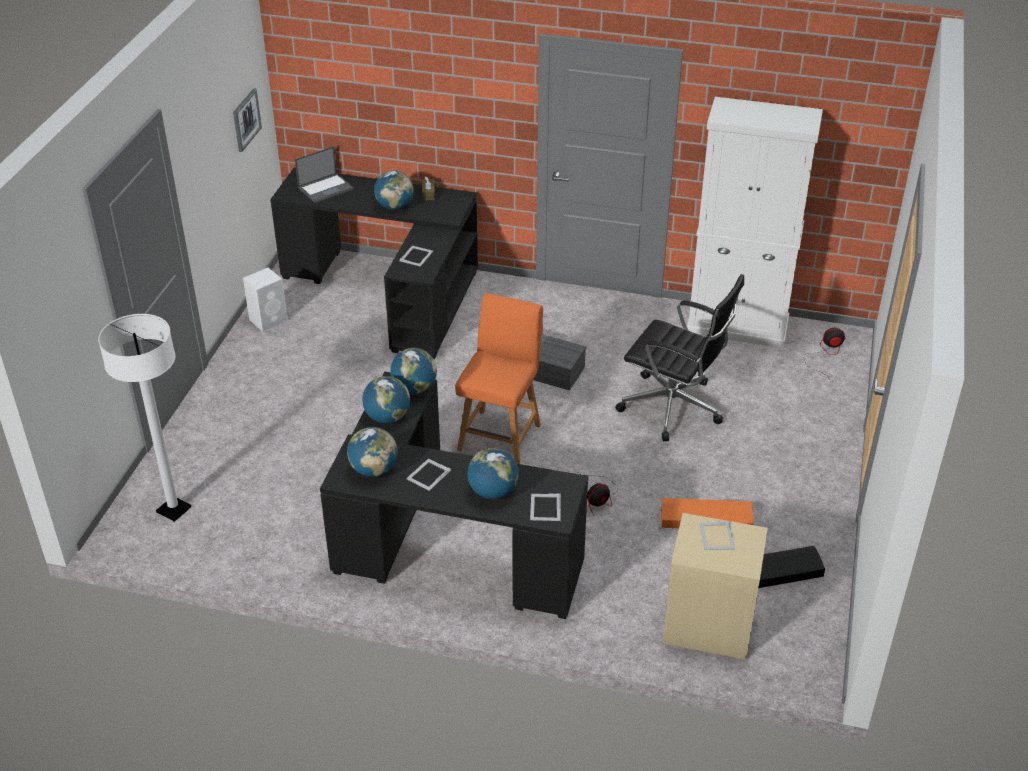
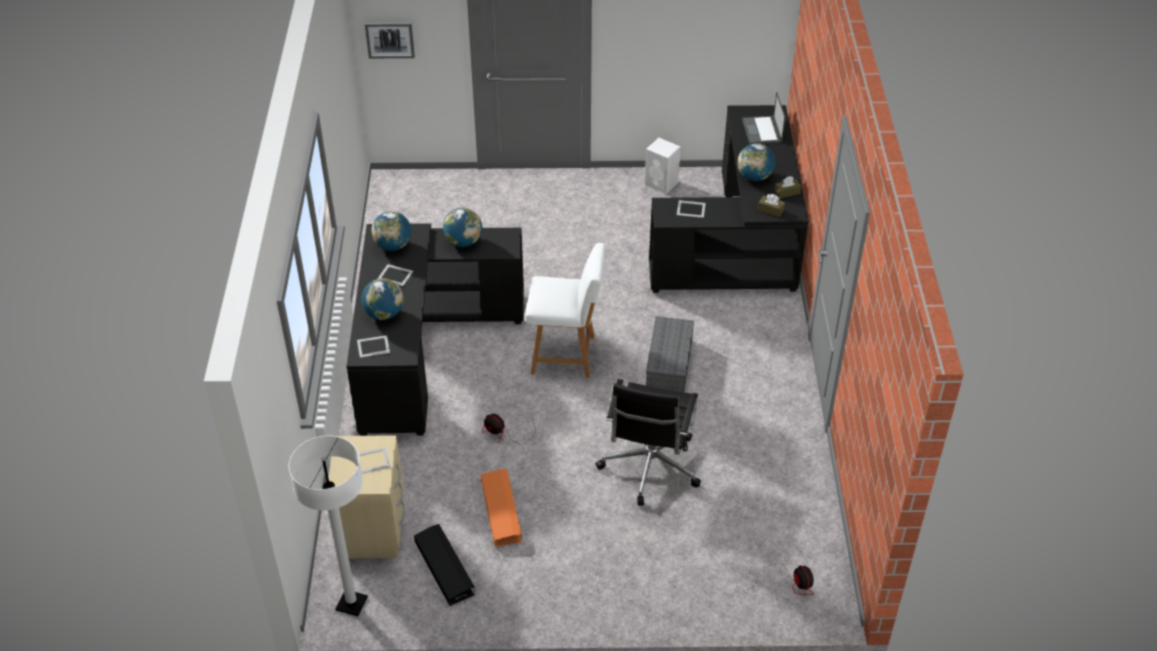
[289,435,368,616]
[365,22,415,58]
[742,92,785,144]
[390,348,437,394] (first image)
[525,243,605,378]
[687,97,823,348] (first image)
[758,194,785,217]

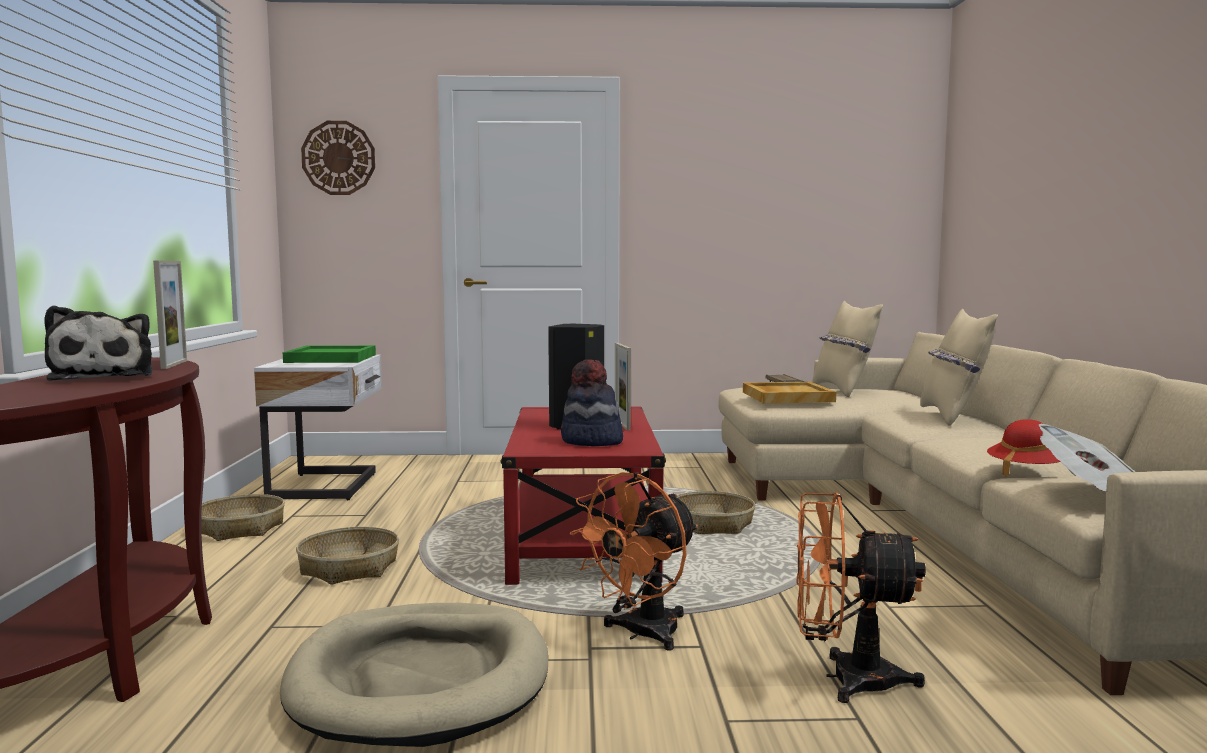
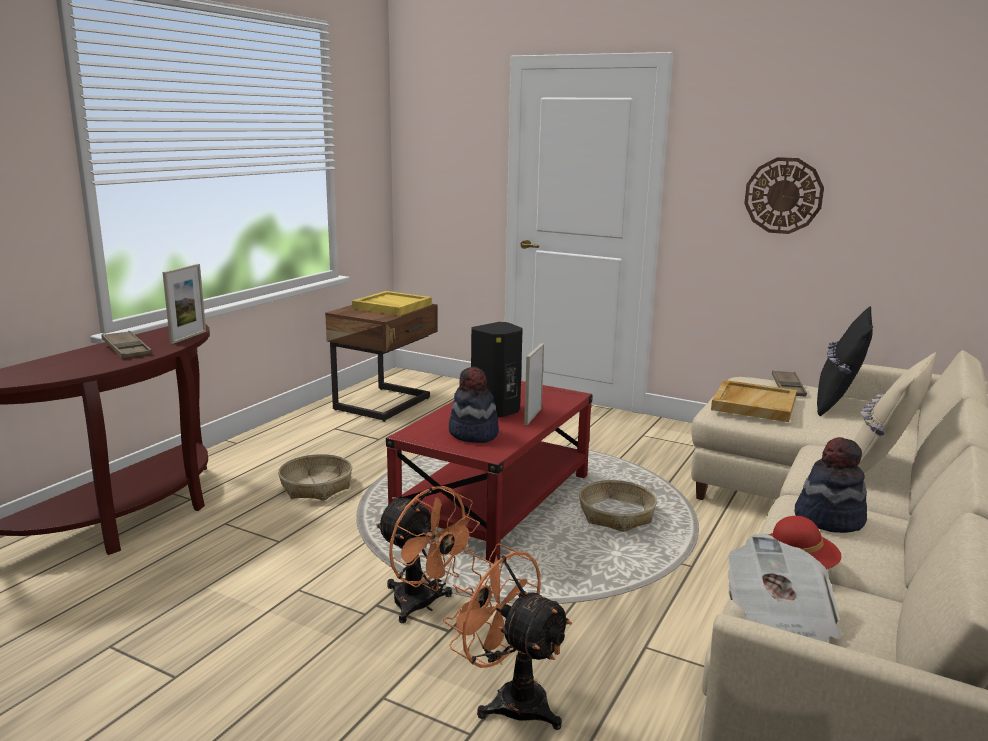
[101,331,152,359]
[201,494,285,541] (first image)
[325,304,437,422]
[280,603,548,747] (first image)
[352,291,432,316]
[744,157,824,234]
[376,486,480,623]
[817,306,873,416]
[795,437,867,533]

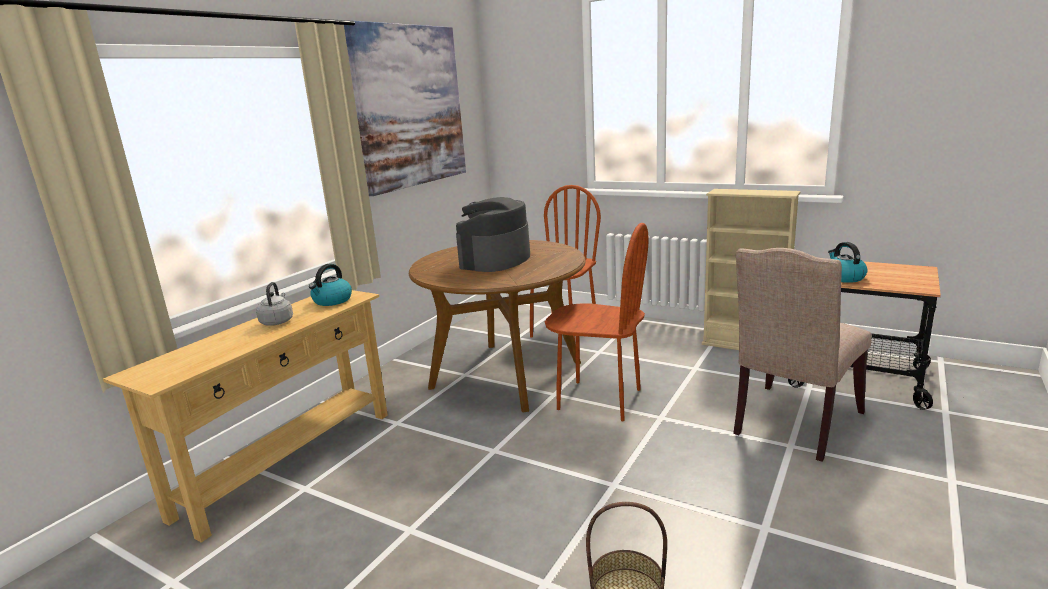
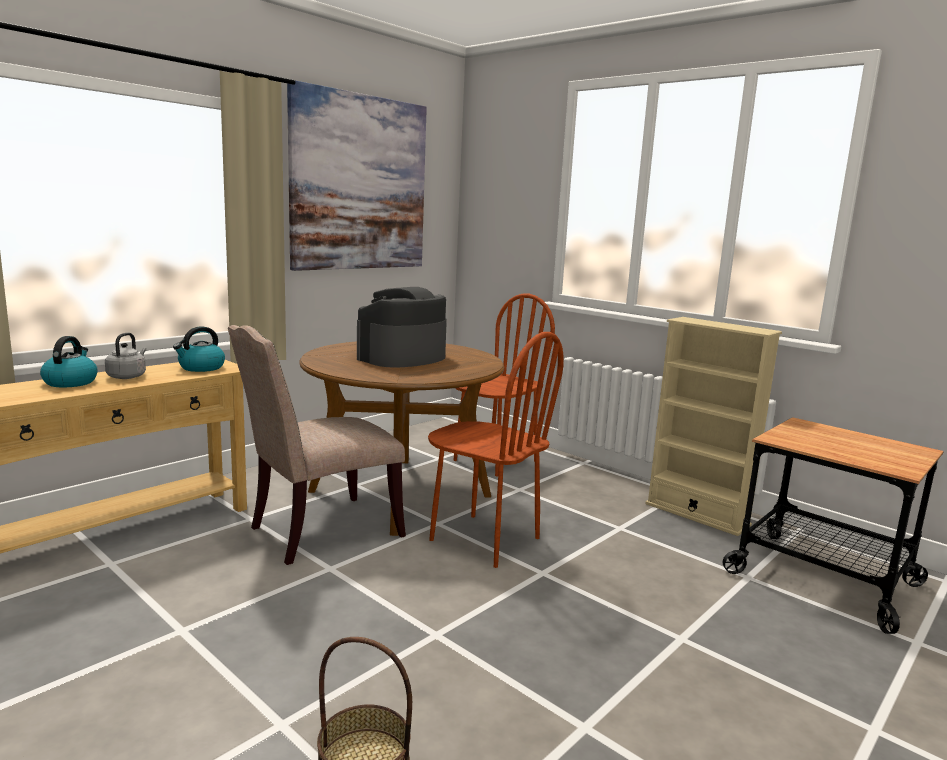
[228,325,406,565]
[40,336,98,387]

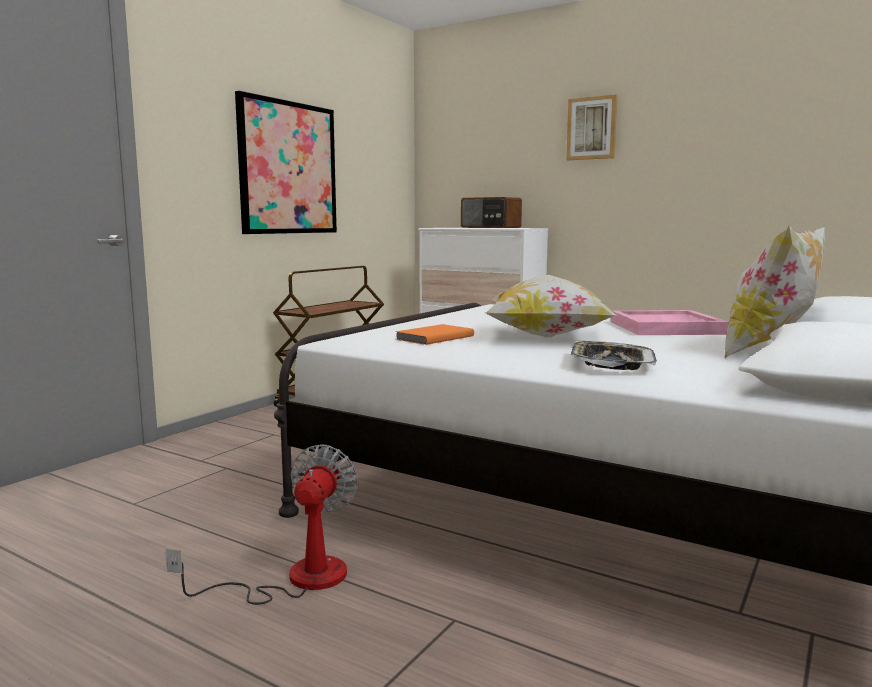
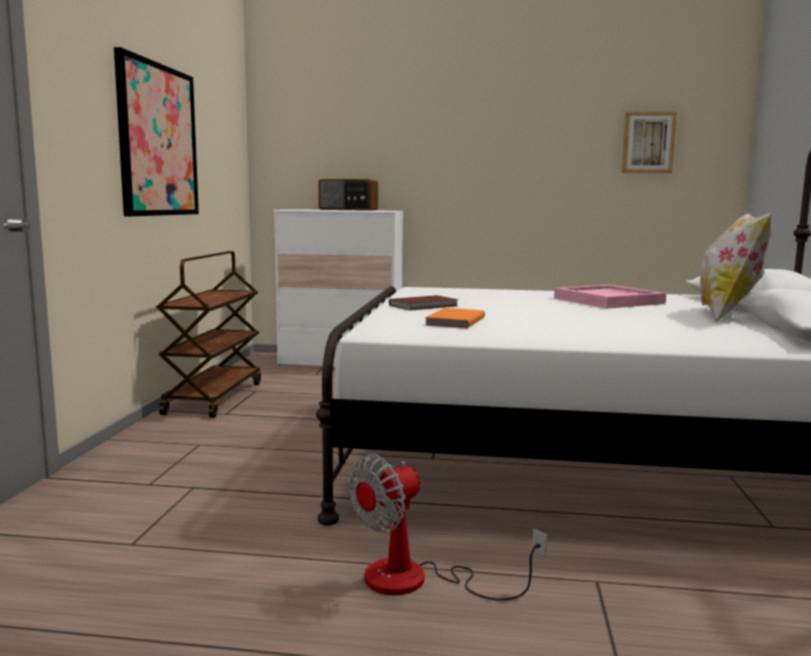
[348,454,547,601]
[485,275,616,337] (first image)
[622,112,677,173]
[571,341,657,370] (first image)
[389,295,459,311]

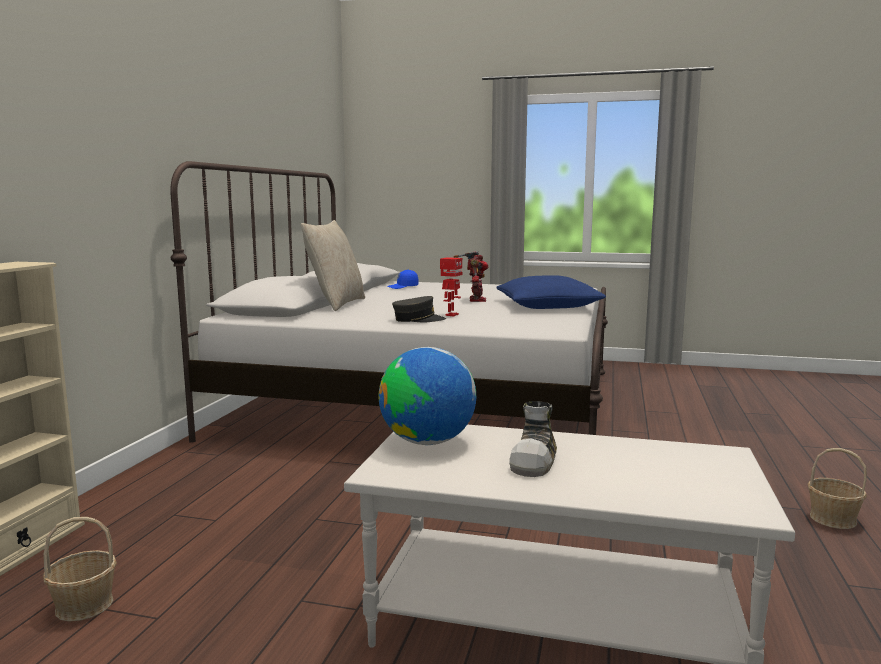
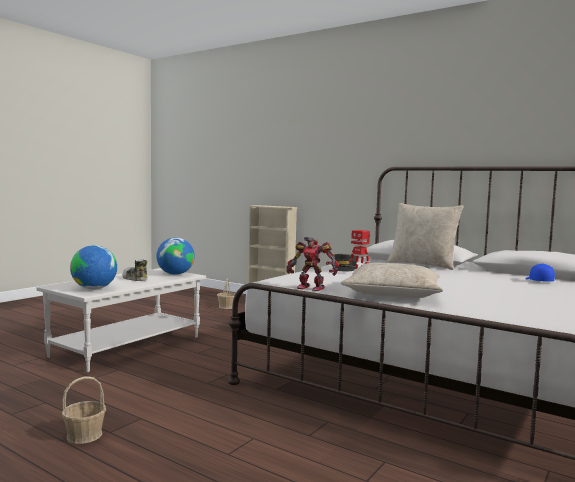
[287,237,339,291]
[341,263,443,298]
[70,245,117,290]

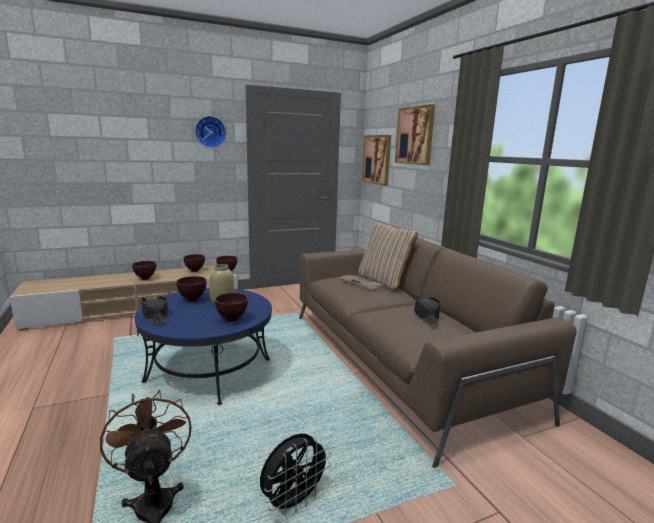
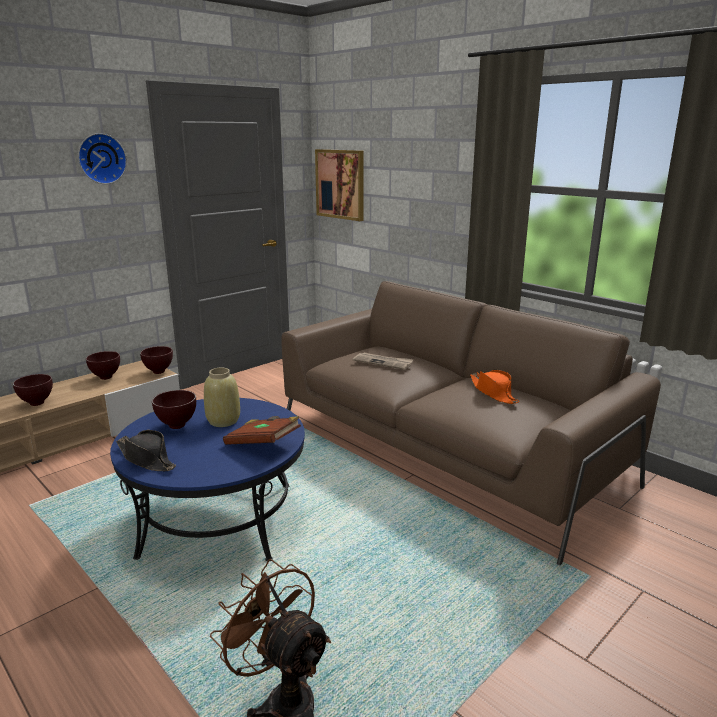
[223,416,301,445]
[260,433,331,516] (first image)
[358,221,418,291] (first image)
[395,104,435,165] (first image)
[470,370,520,404]

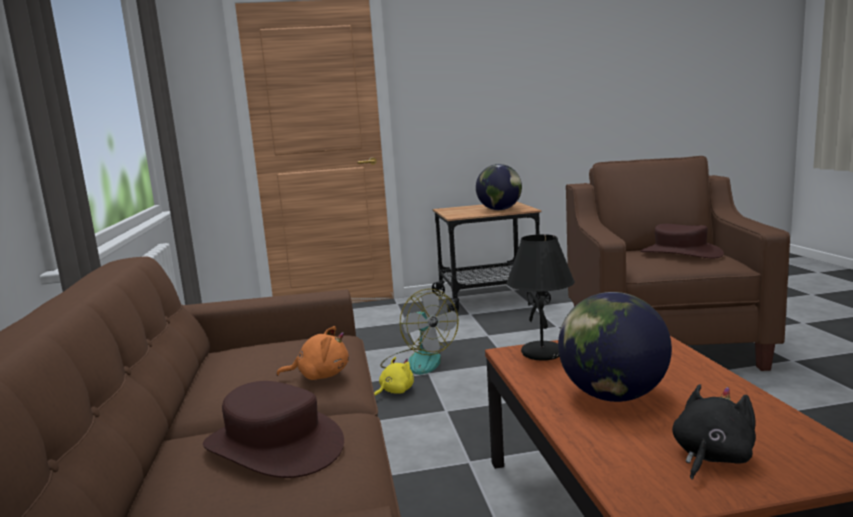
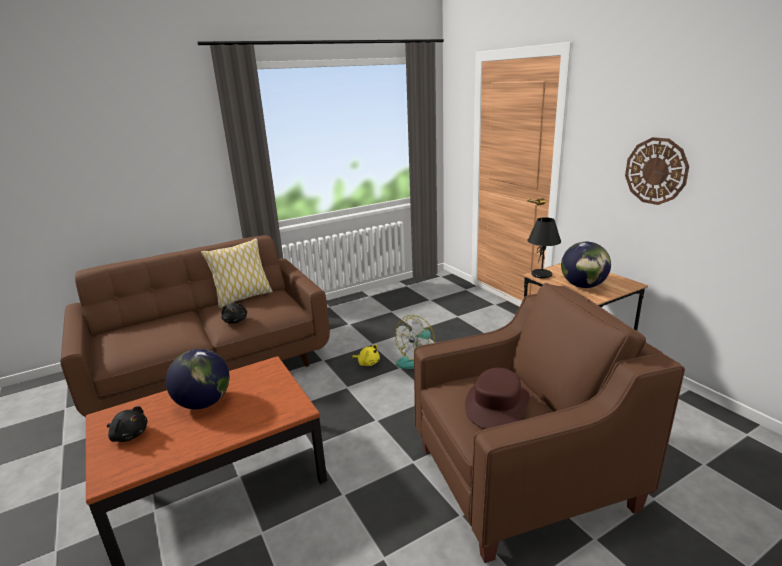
[203,381,344,478] (first image)
[221,303,247,324]
[527,217,561,278]
[201,238,273,308]
[625,137,689,205]

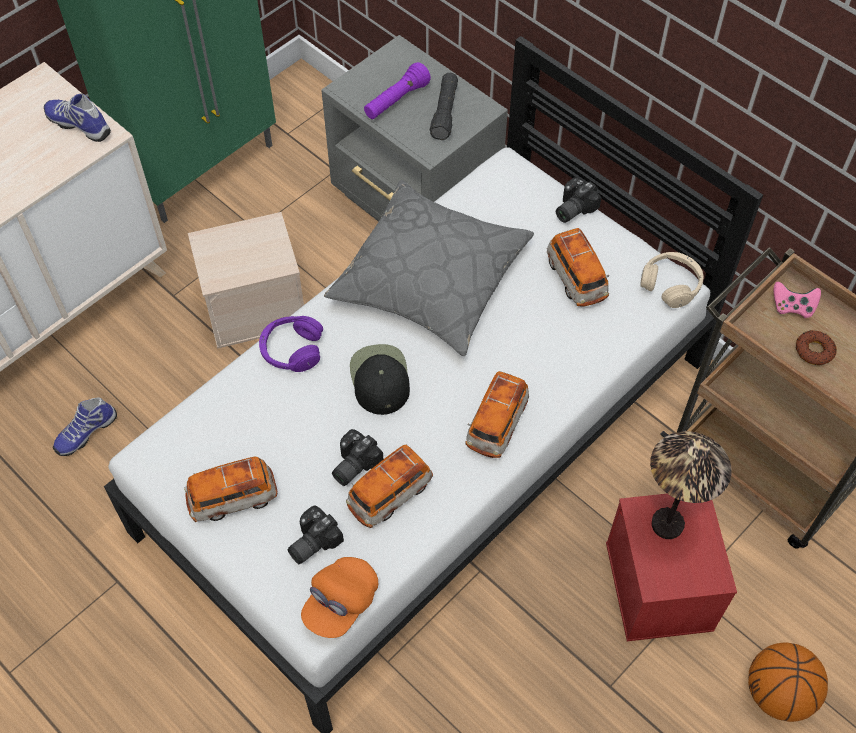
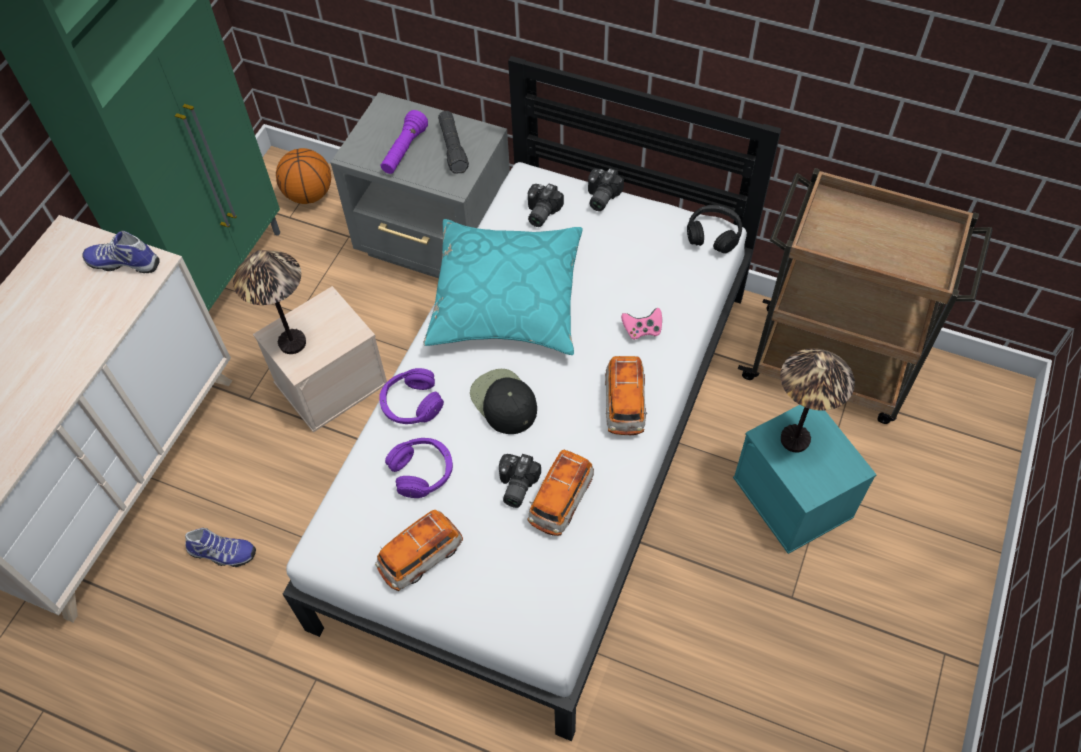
[185,528,256,567]
[528,184,564,227]
[301,557,378,638] (first image)
[423,219,583,355]
[547,228,609,306] (first image)
[733,405,877,554]
[687,205,742,254]
[276,148,331,204]
[621,308,662,340]
[796,330,837,365] (first image)
[233,250,306,354]
[385,438,453,498]

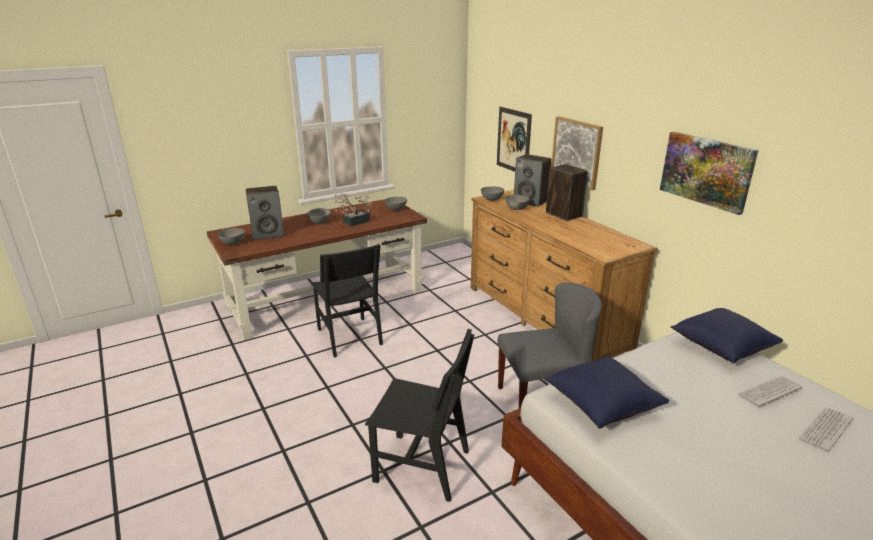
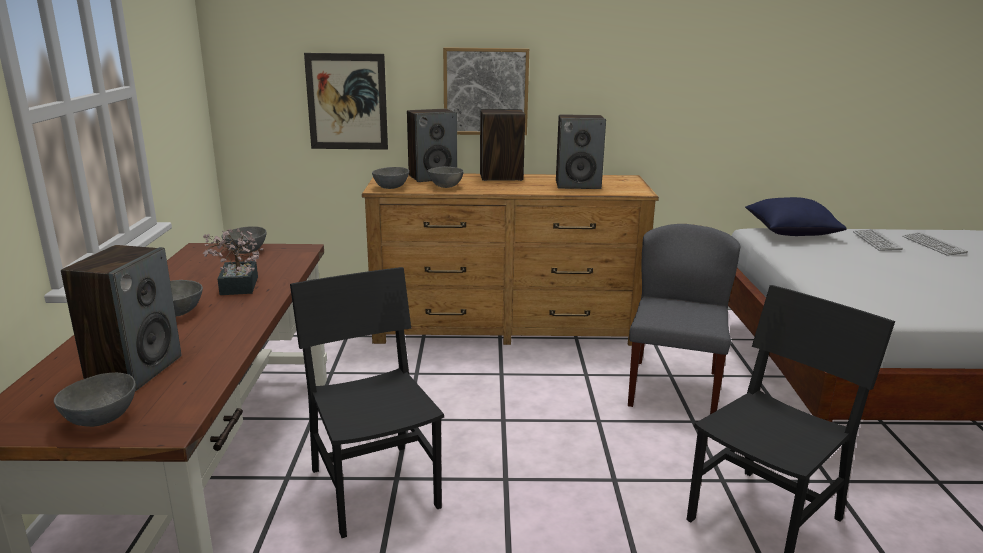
[290,267,444,538]
[544,356,669,429] (first image)
[660,132,758,215] (first image)
[556,114,606,189]

